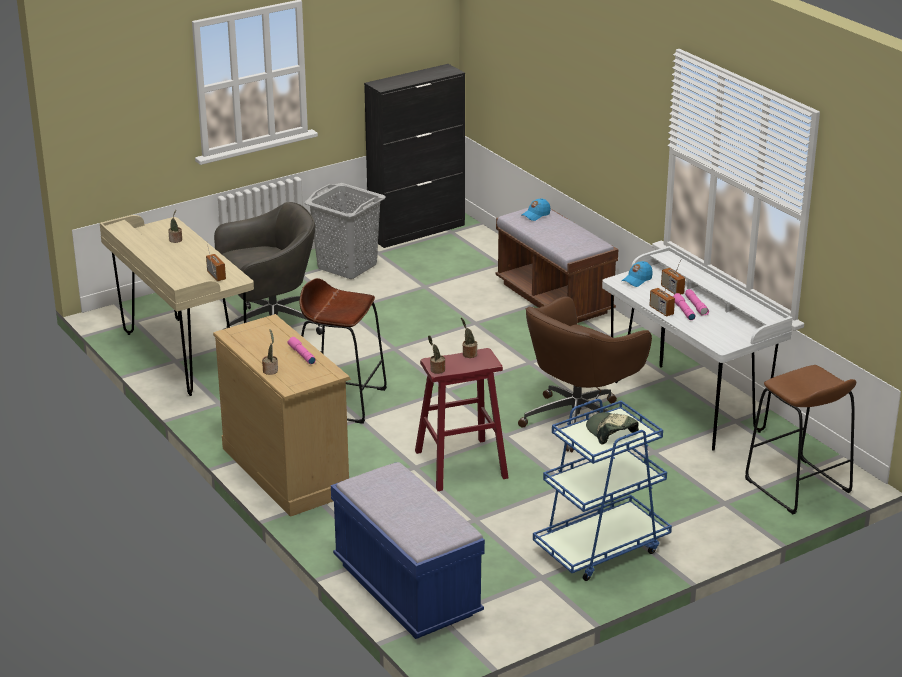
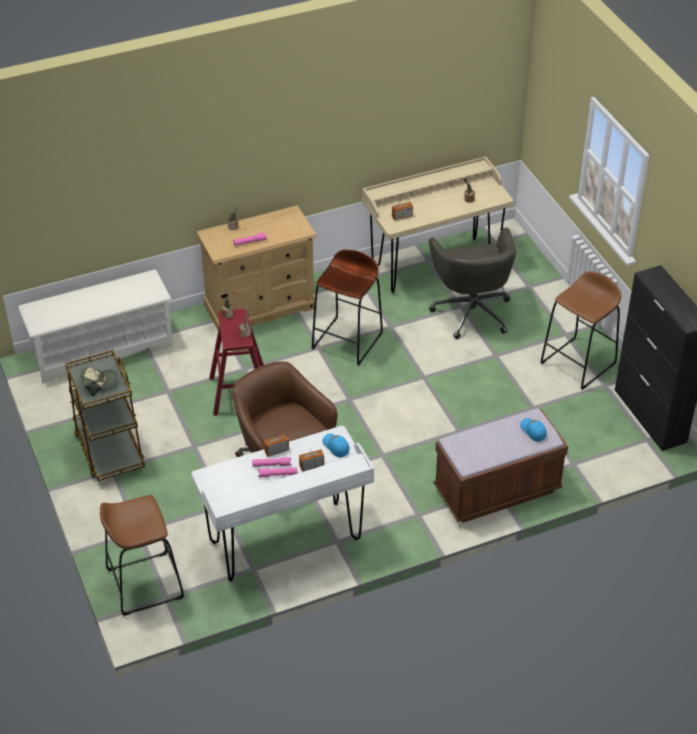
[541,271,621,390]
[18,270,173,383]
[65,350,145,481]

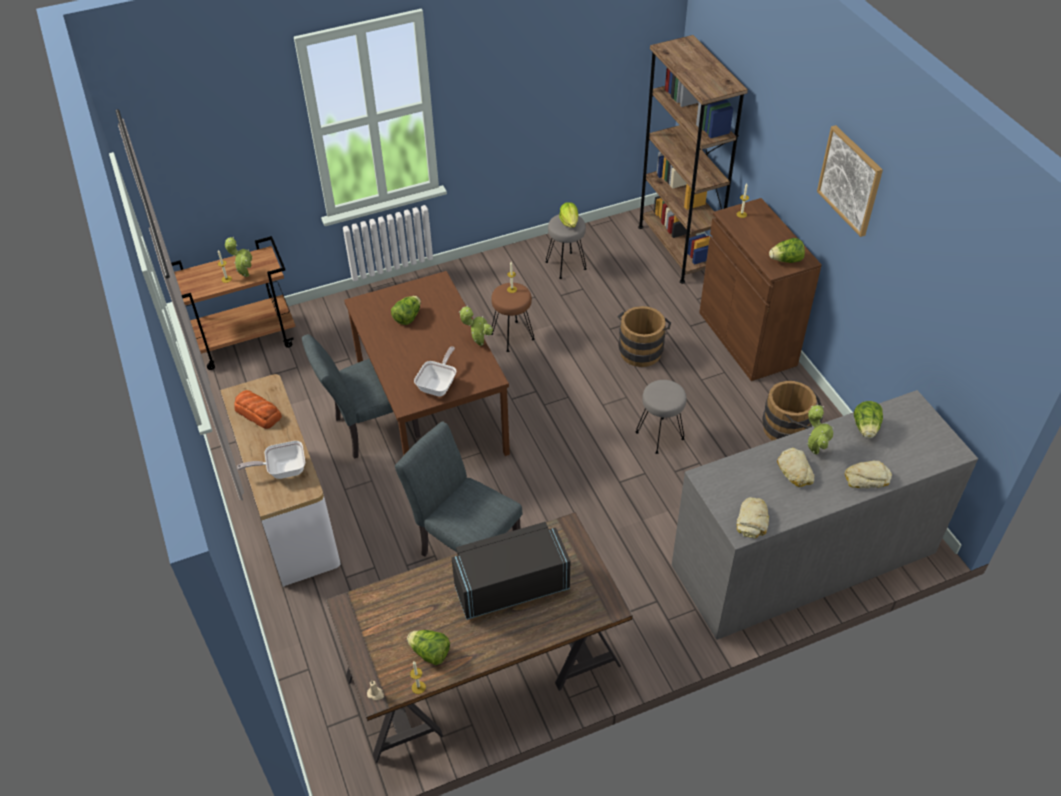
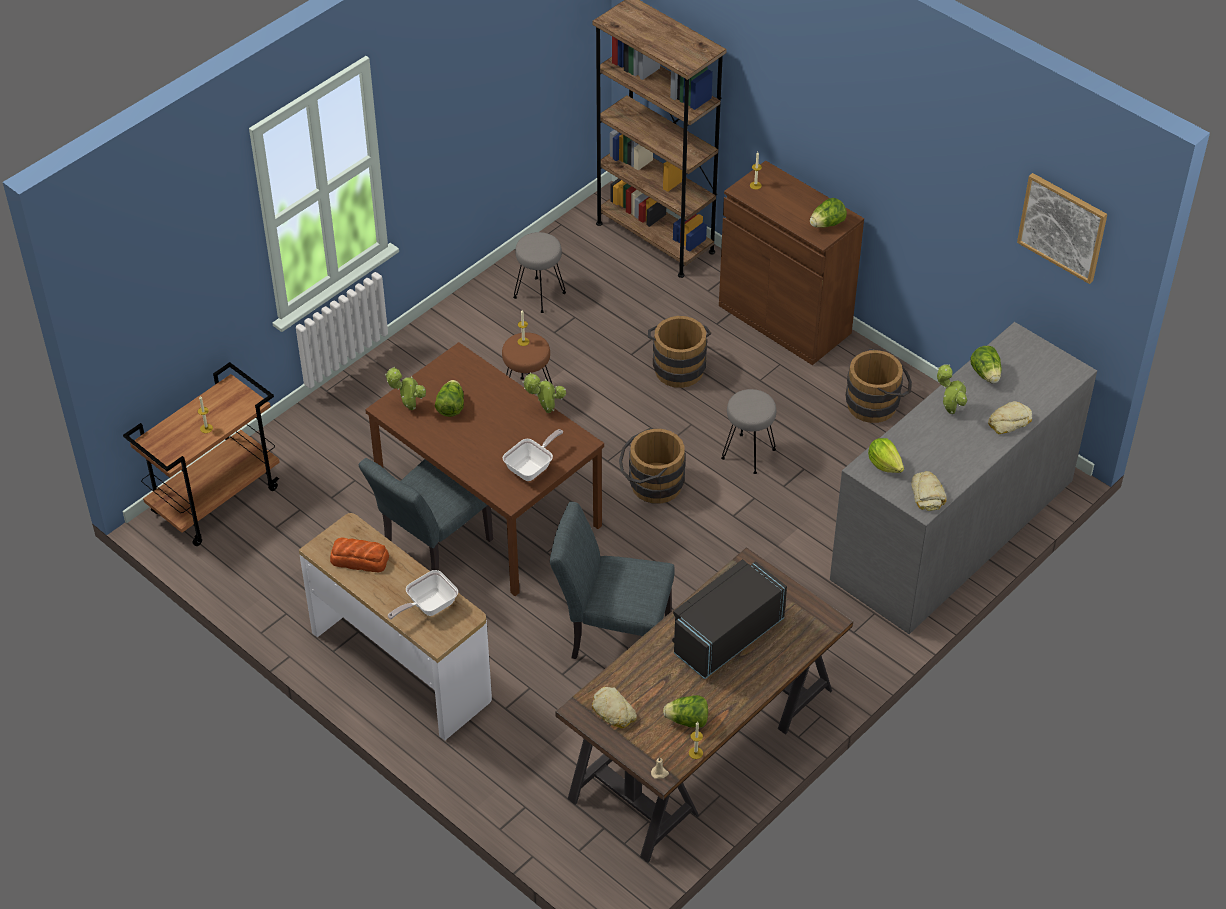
[385,367,426,410]
[503,429,563,481]
[868,438,904,473]
[592,687,637,729]
[1017,173,1107,284]
[619,428,686,504]

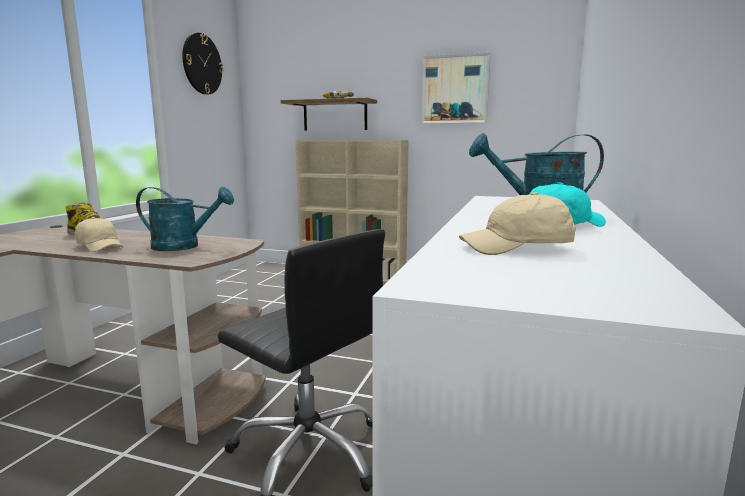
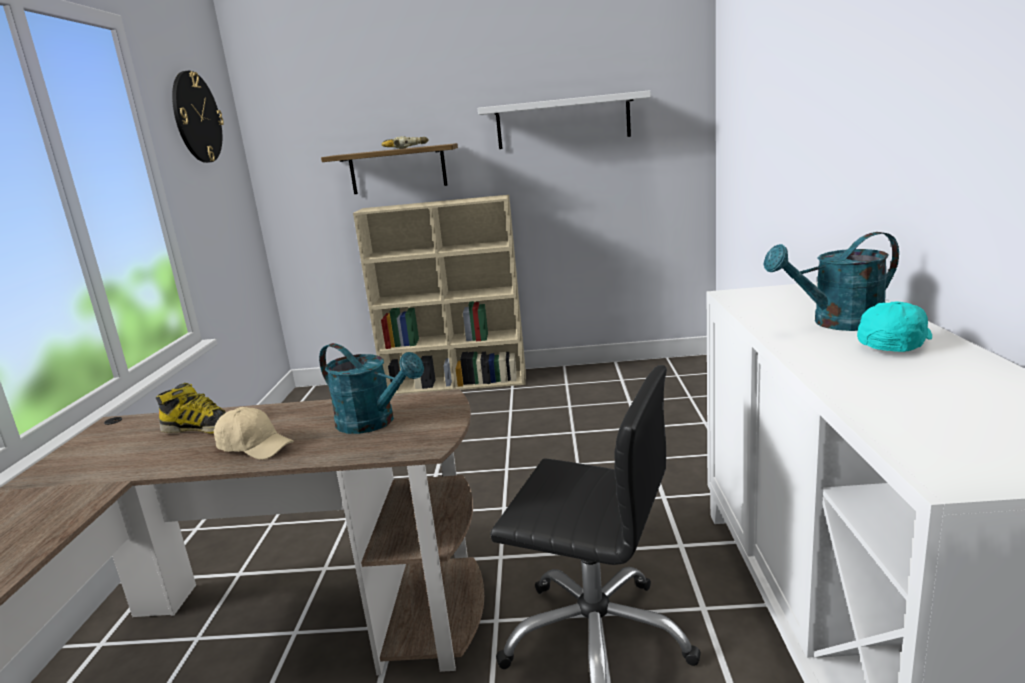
[319,343,424,434]
[477,90,651,149]
[459,192,576,255] (first image)

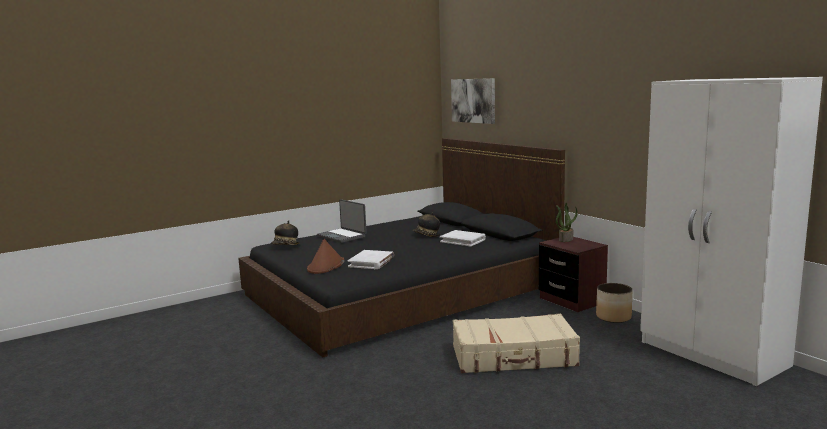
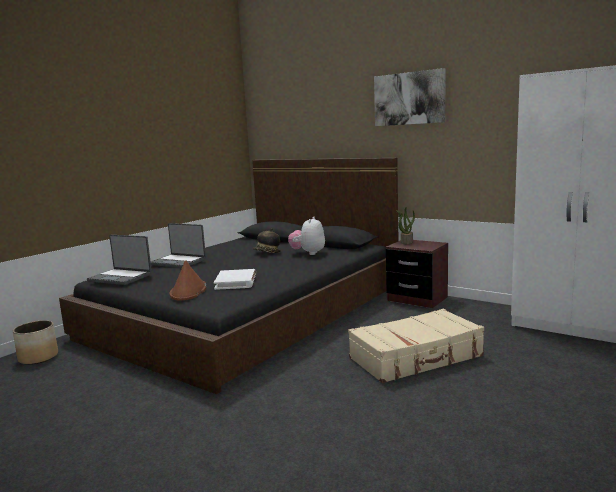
[87,235,152,285]
[288,217,325,255]
[374,68,446,126]
[13,320,58,365]

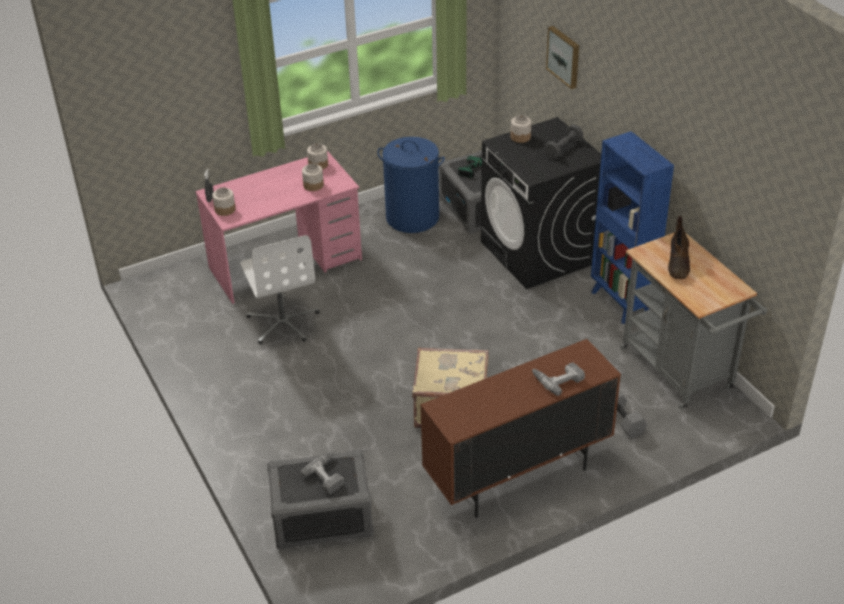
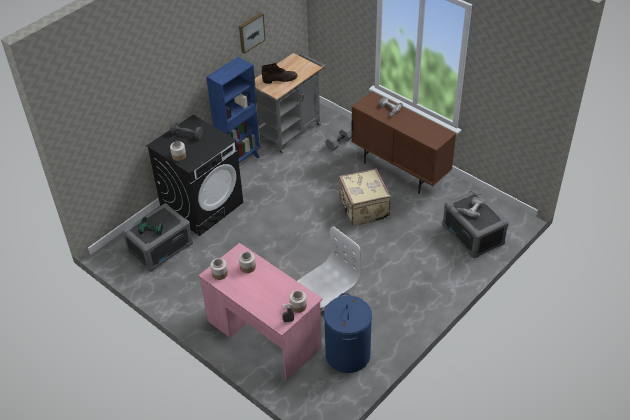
[324,293,372,373]
[239,13,266,54]

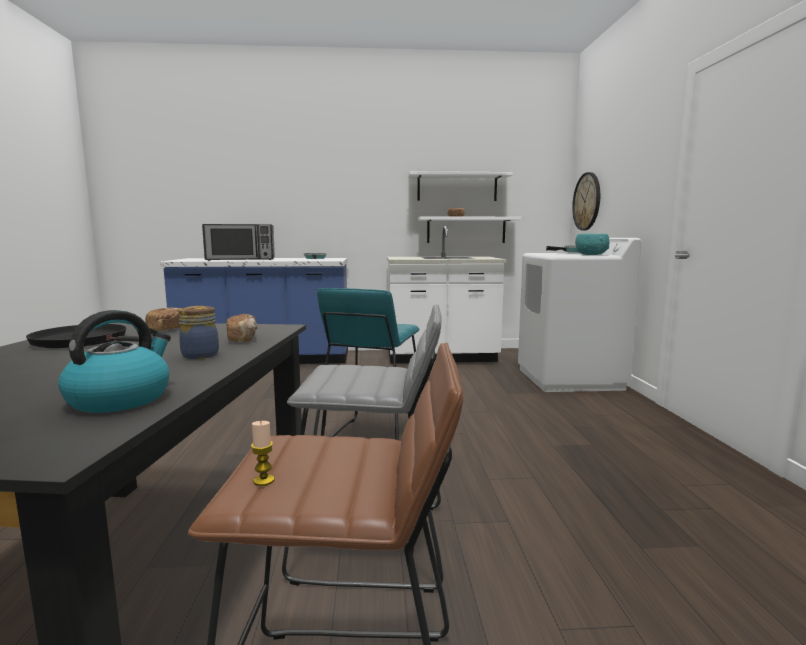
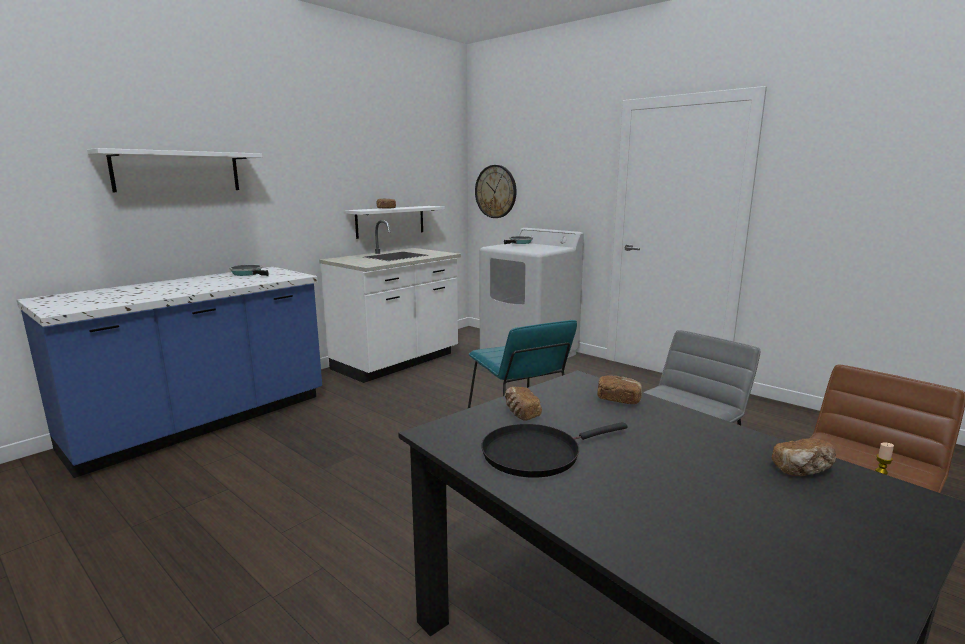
[772,438,836,476]
[179,306,219,359] (first image)
[202,224,275,261] (first image)
[87,148,262,192]
[575,234,610,255] (first image)

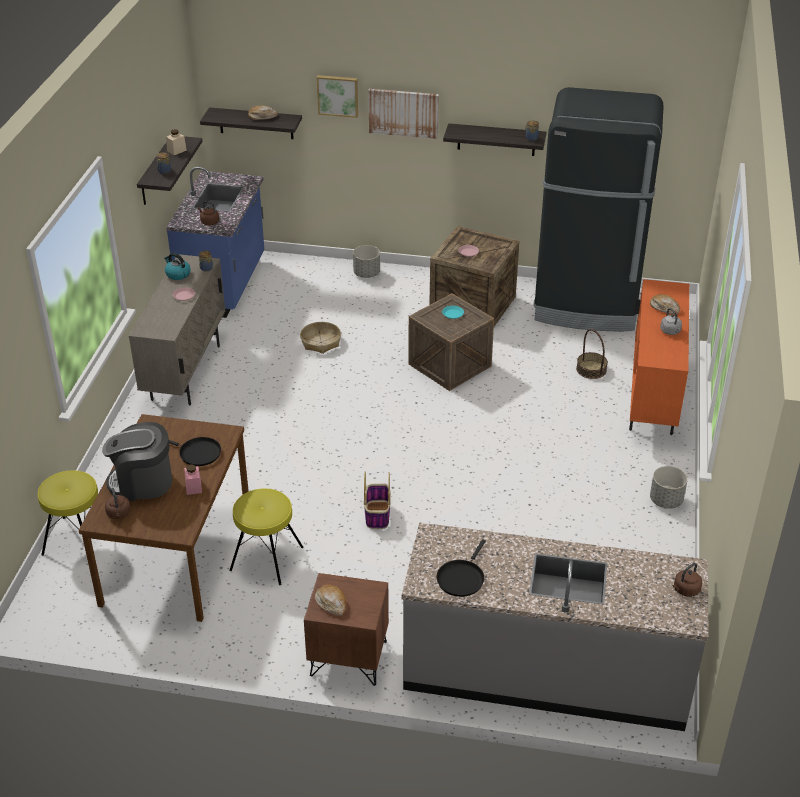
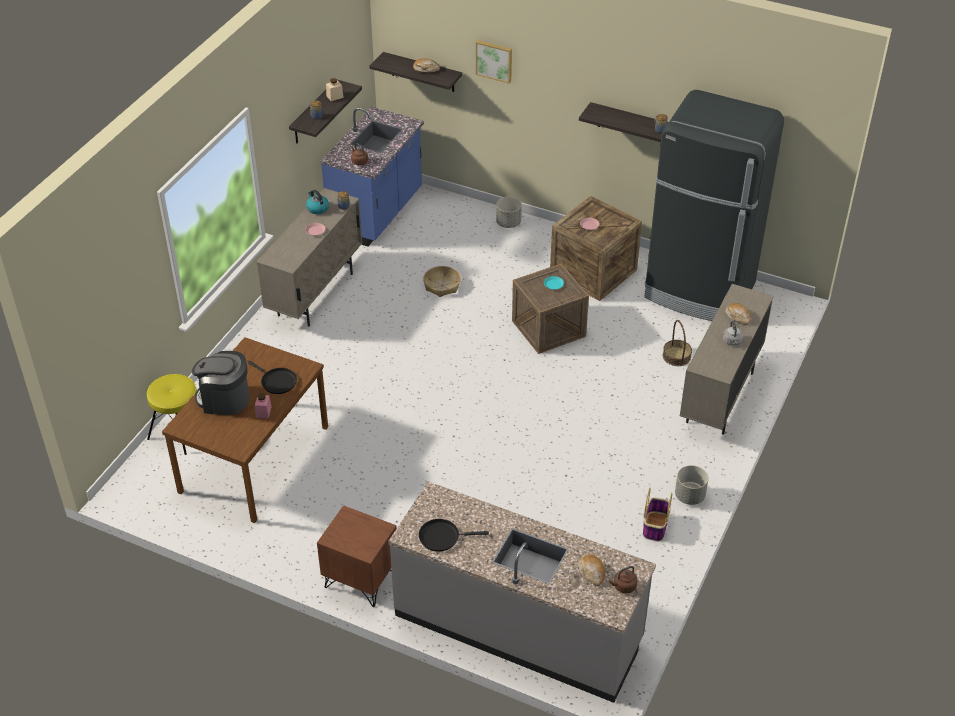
[105,488,131,519] (first image)
[229,488,304,585] (first image)
[578,555,605,586]
[643,488,672,541]
[368,89,439,139] (first image)
[419,519,489,552]
[680,284,773,435]

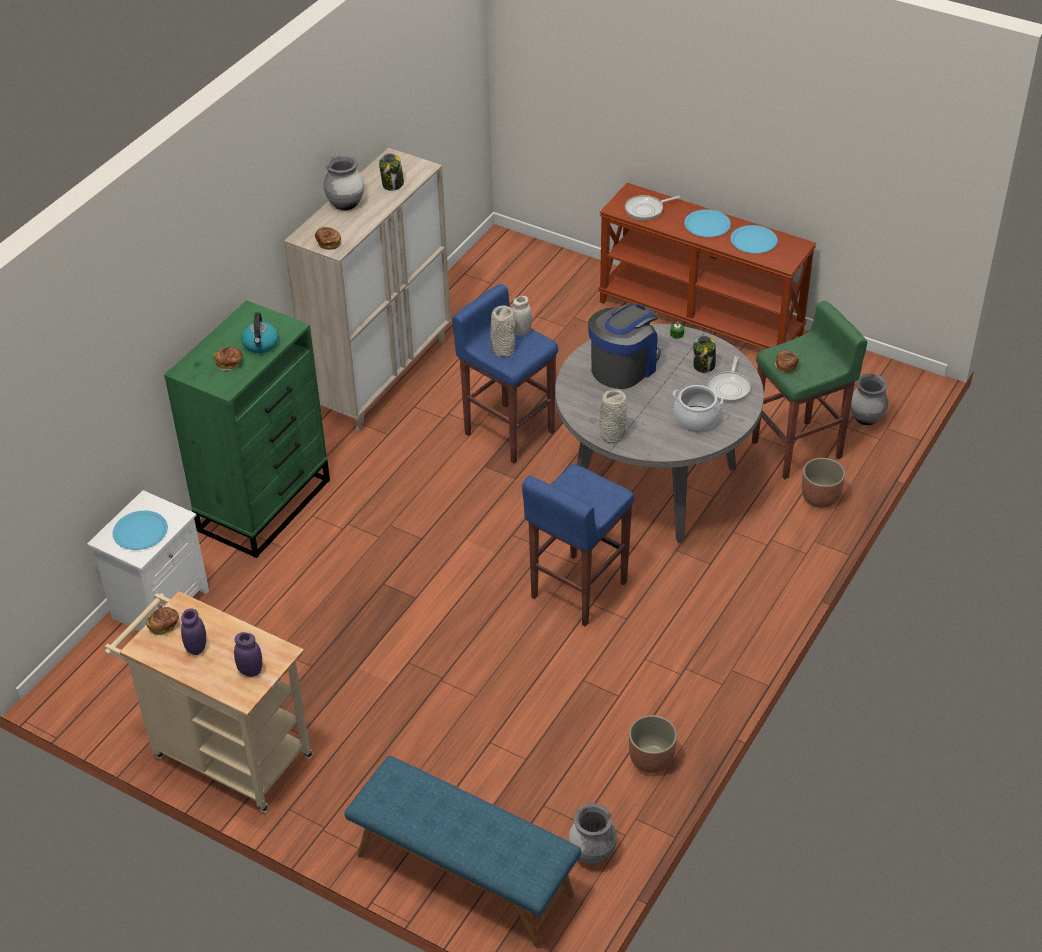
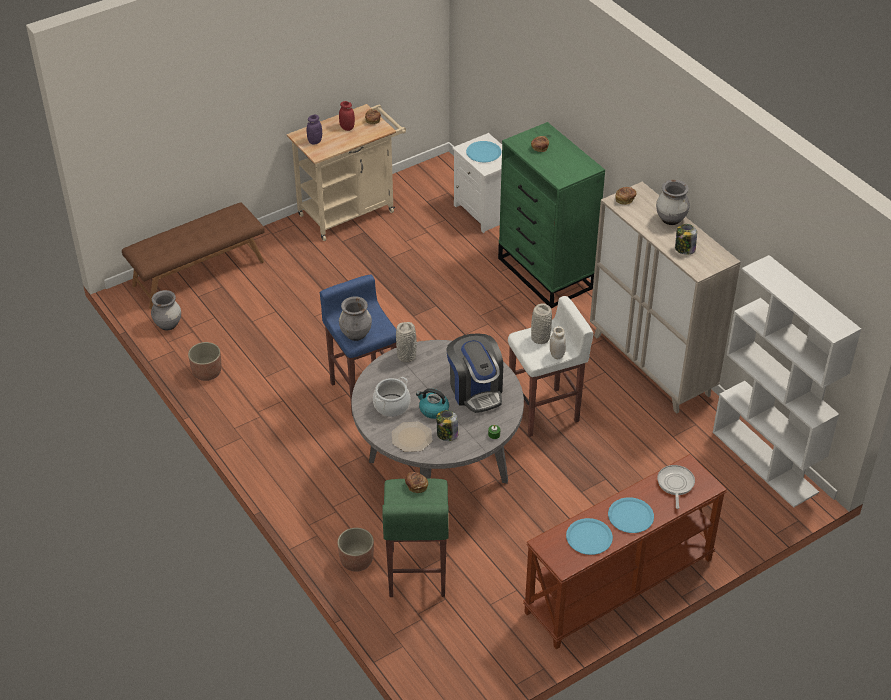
[339,101,355,131]
[416,388,449,419]
[122,202,265,309]
[508,296,593,437]
[392,422,433,452]
[339,297,372,341]
[713,255,861,508]

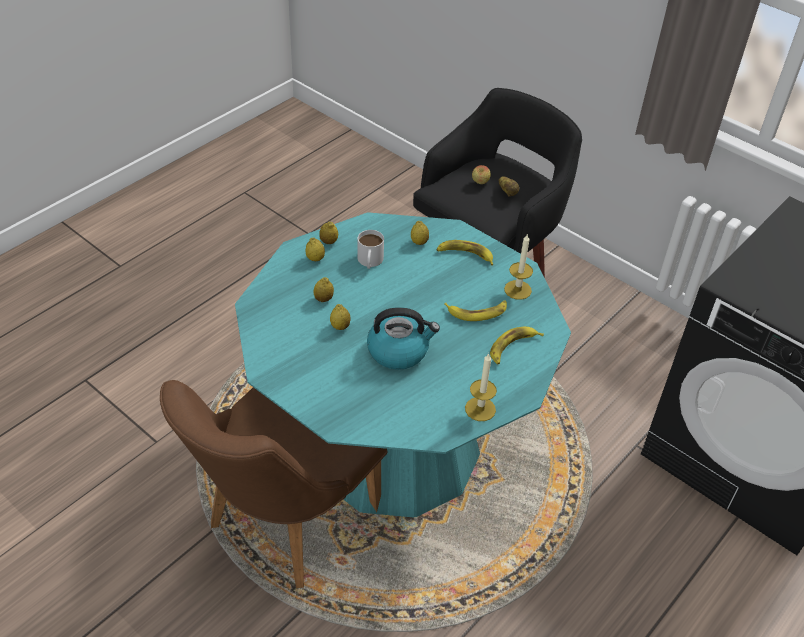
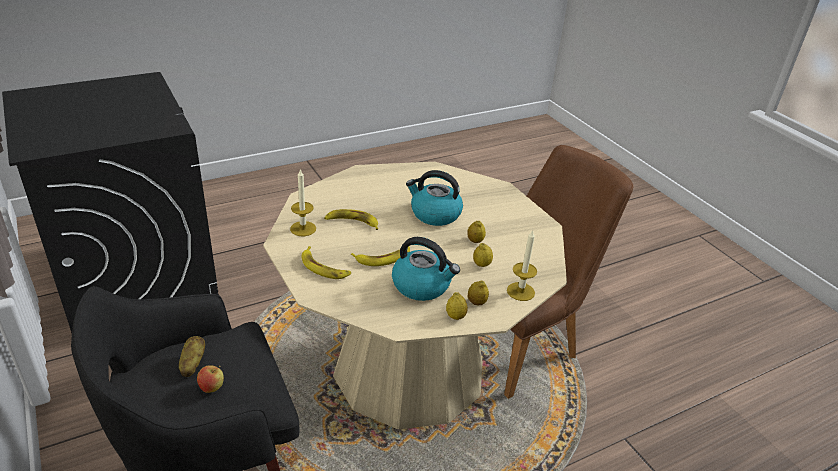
[263,162,567,429]
[392,237,460,301]
[411,221,429,245] (first image)
[507,230,537,301]
[351,247,410,266]

